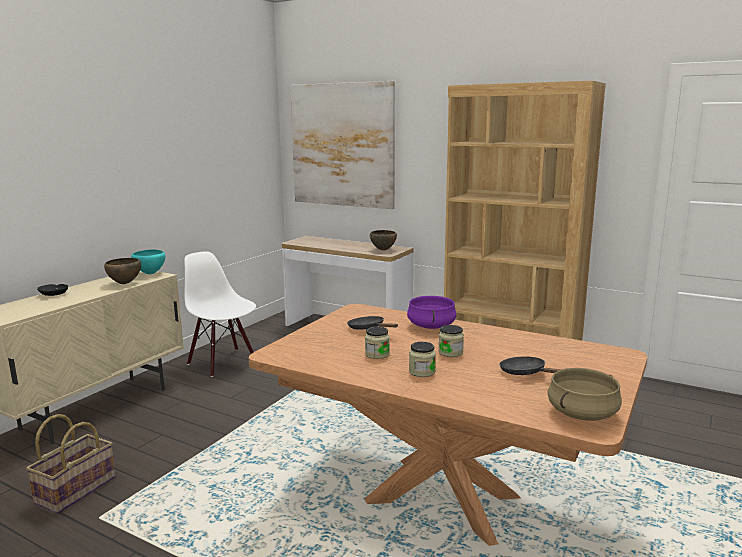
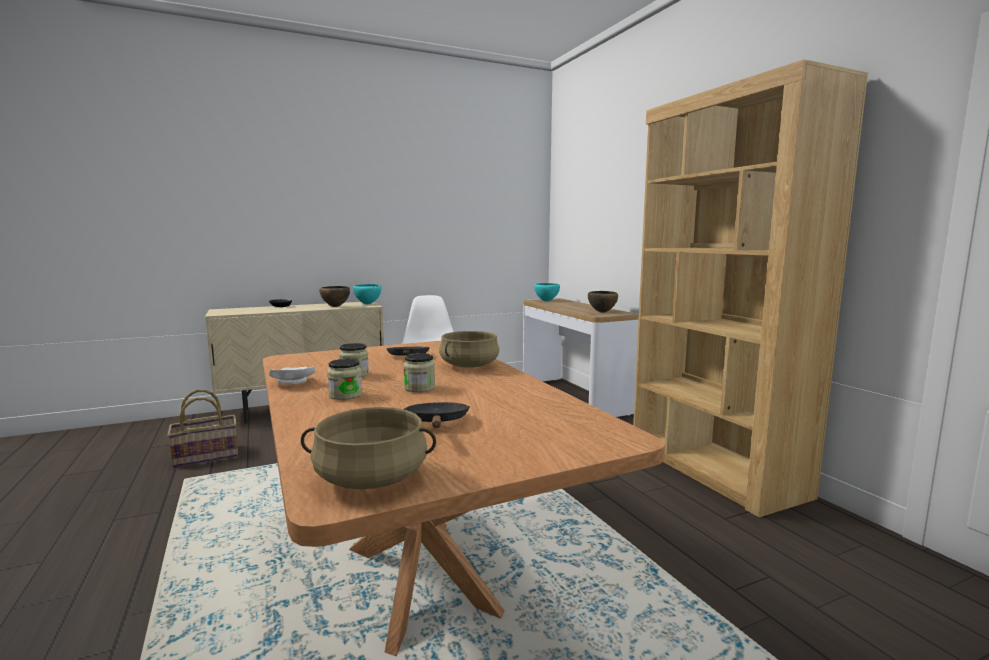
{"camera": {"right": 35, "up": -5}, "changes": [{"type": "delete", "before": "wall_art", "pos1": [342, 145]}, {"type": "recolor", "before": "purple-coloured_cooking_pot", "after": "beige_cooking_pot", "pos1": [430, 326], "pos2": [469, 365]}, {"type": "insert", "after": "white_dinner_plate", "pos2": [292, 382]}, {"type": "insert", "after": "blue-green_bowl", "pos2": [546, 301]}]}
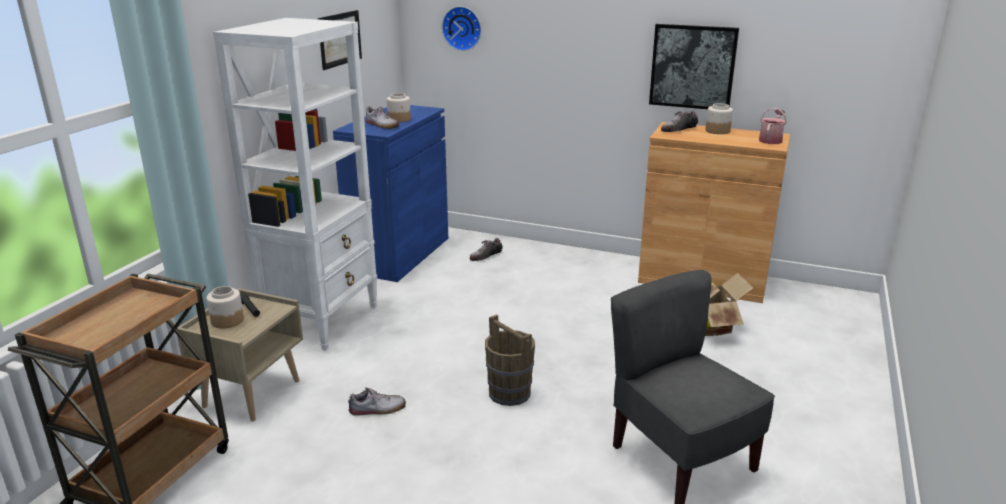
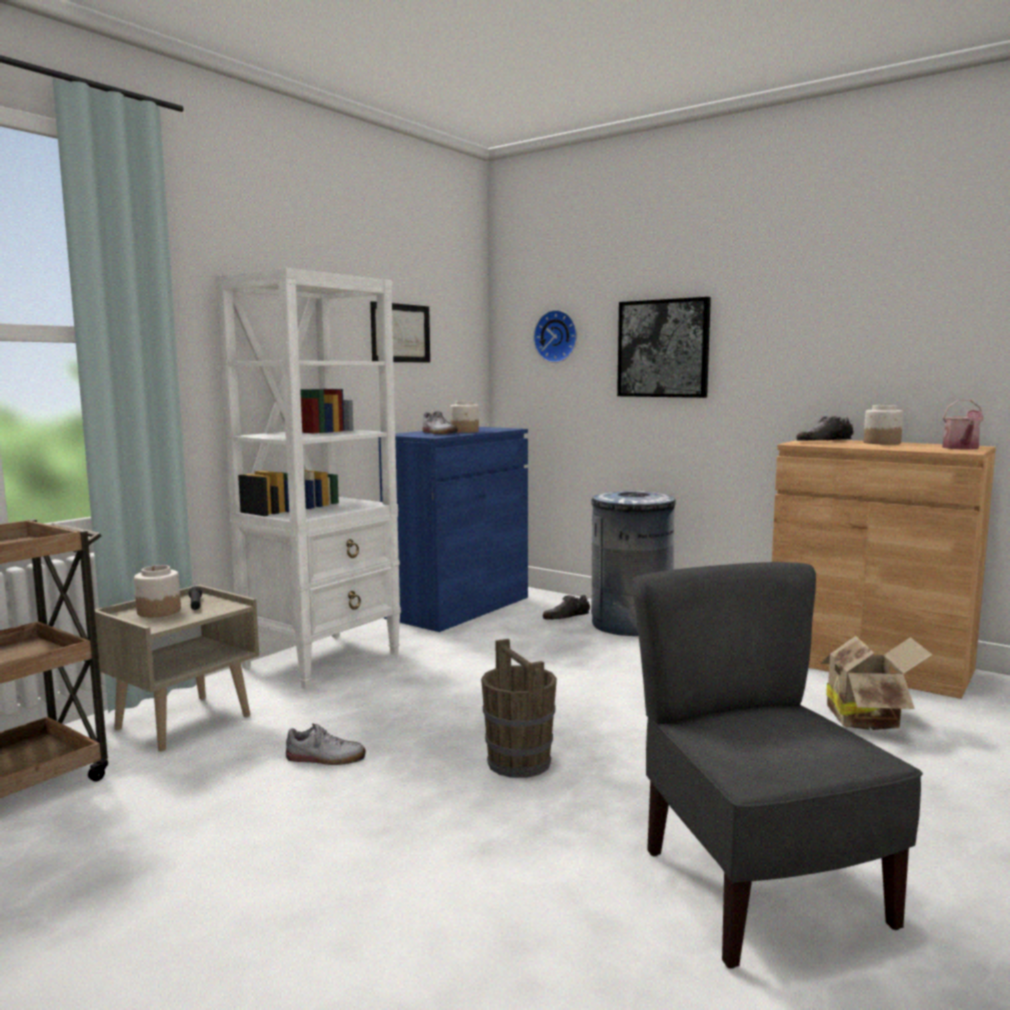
{"camera": {"right": 15, "up": -15}, "changes": [{"type": "move", "before": "wall_art", "pos1": [693, 66], "pos2": [663, 348]}, {"type": "rotate", "before": "sprinkling_can", "pos1": [771, 140], "pos2": [961, 448], "turn": 150}, {"type": "insert", "after": "grey_rubbish_bin", "pos2": [631, 624]}]}
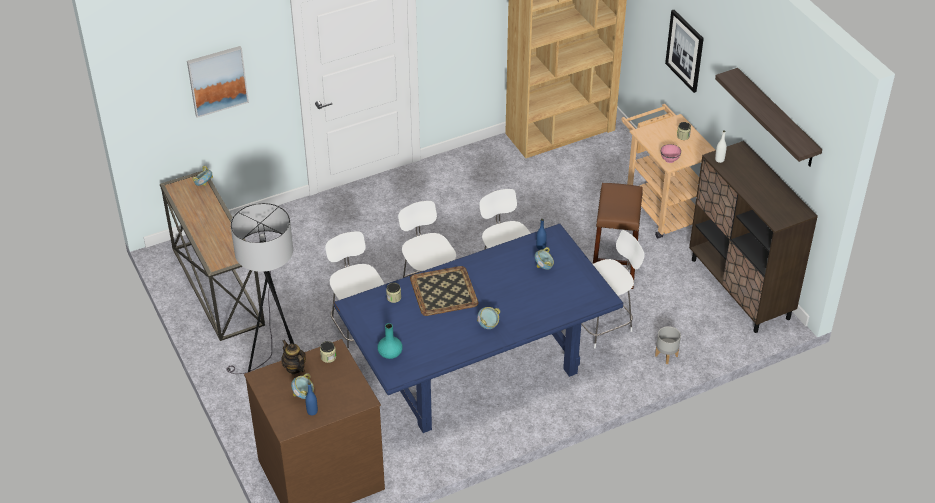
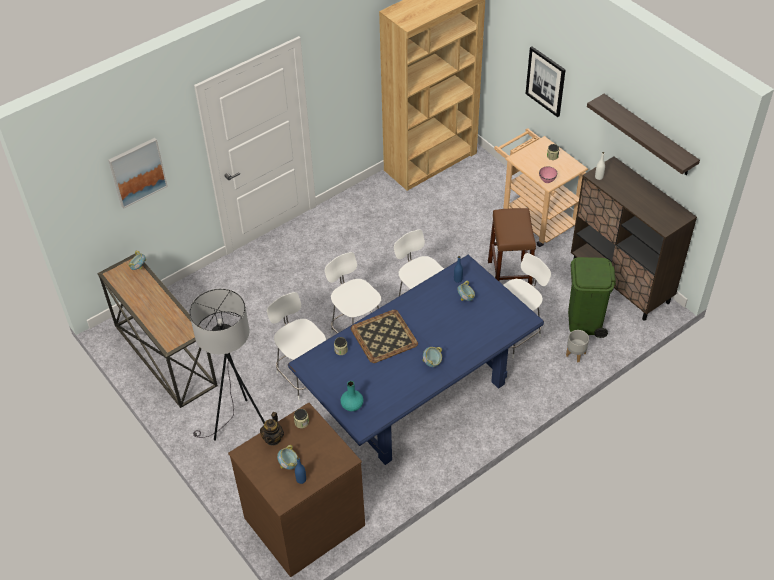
{"camera": {"right": -10, "up": 5}, "changes": [{"type": "rotate", "before": "teapot", "pos1": [294, 368], "pos2": [273, 438], "turn": -120}, {"type": "insert", "after": "green_rubbish_bin", "pos2": [585, 321]}]}
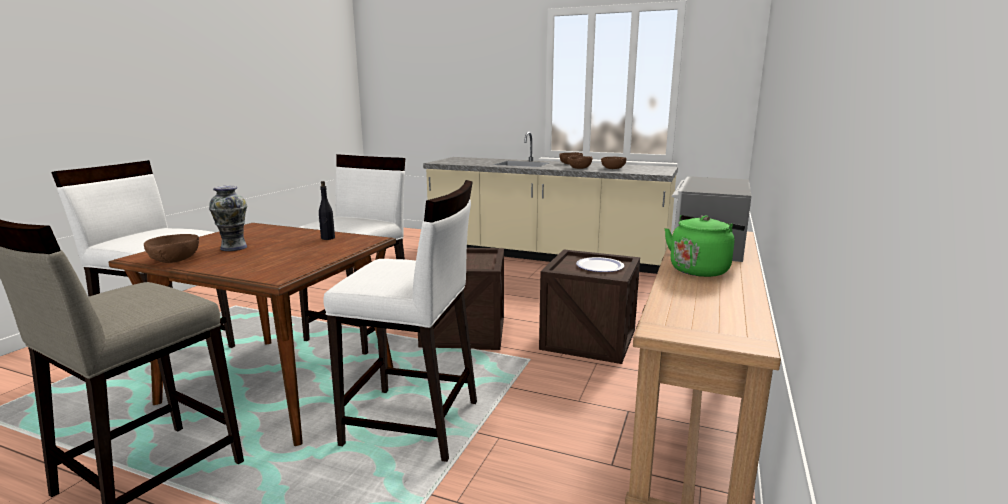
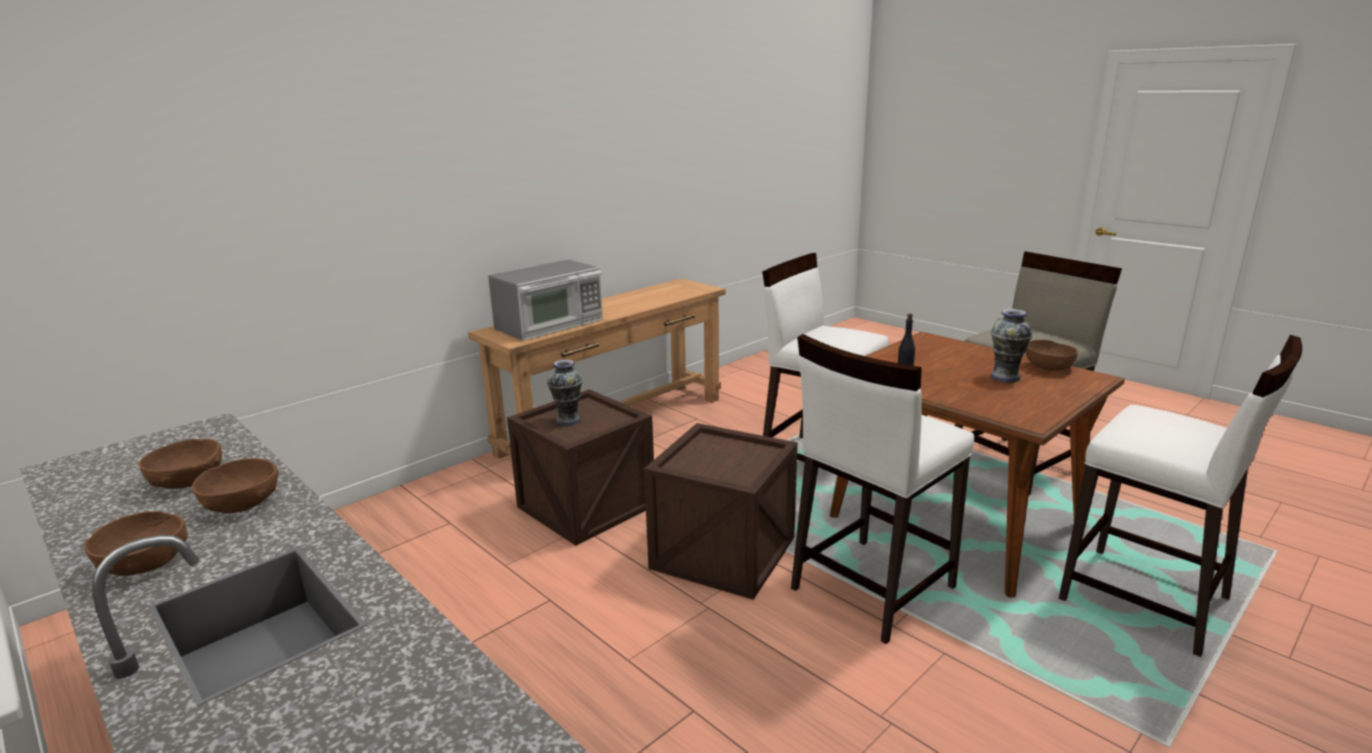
{"camera": {"right": -155, "up": 5}, "changes": [{"type": "replace", "before": "dinner_plate", "after": "decorative_vase", "pos1": [599, 266], "pos2": [568, 420]}, {"type": "delete", "before": "green_water_kettle", "pos1": [700, 269]}]}
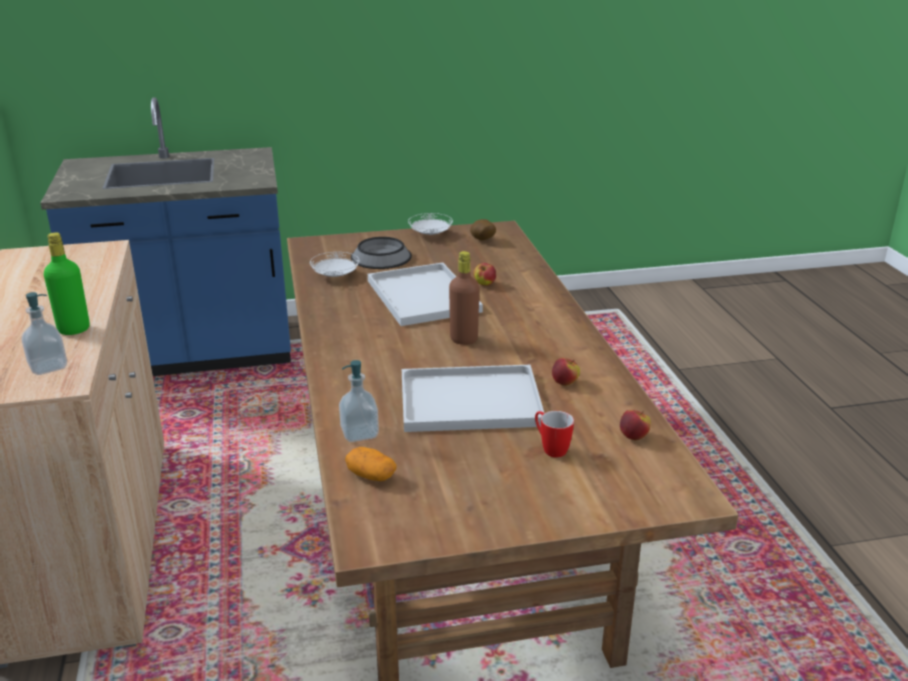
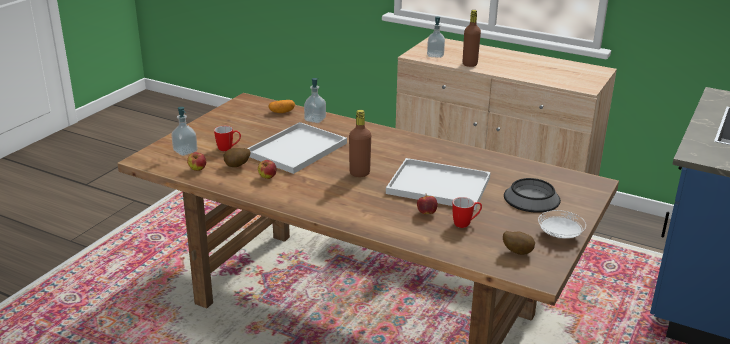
{"camera": {"right": 130, "up": 0}, "changes": [{"type": "recolor", "before": "green_drink_bottle", "after": "brownish_drink_bottle", "pos1": [74, 329], "pos2": [469, 64]}, {"type": "delete", "before": "white_dinner_plate", "pos1": [336, 276]}, {"type": "insert", "after": "soap_dispenser", "pos2": [185, 151]}, {"type": "insert", "after": "spud", "pos2": [237, 167]}, {"type": "insert", "after": "tea_mug", "pos2": [466, 224]}]}
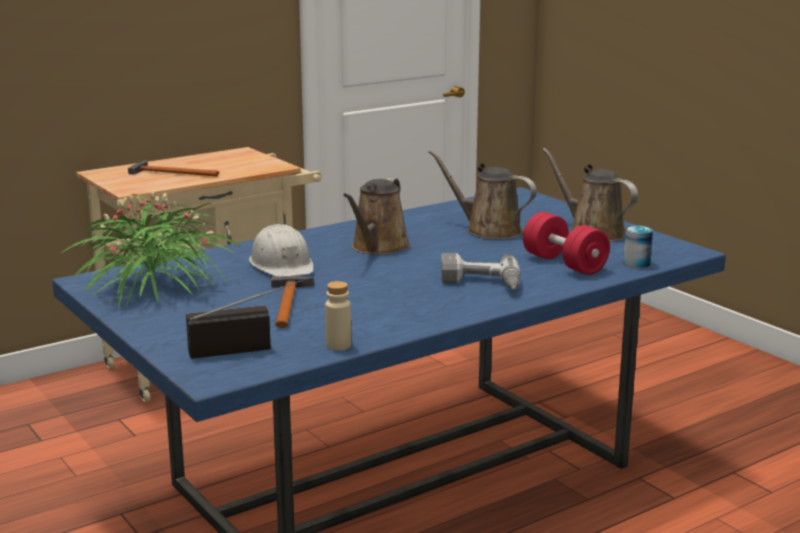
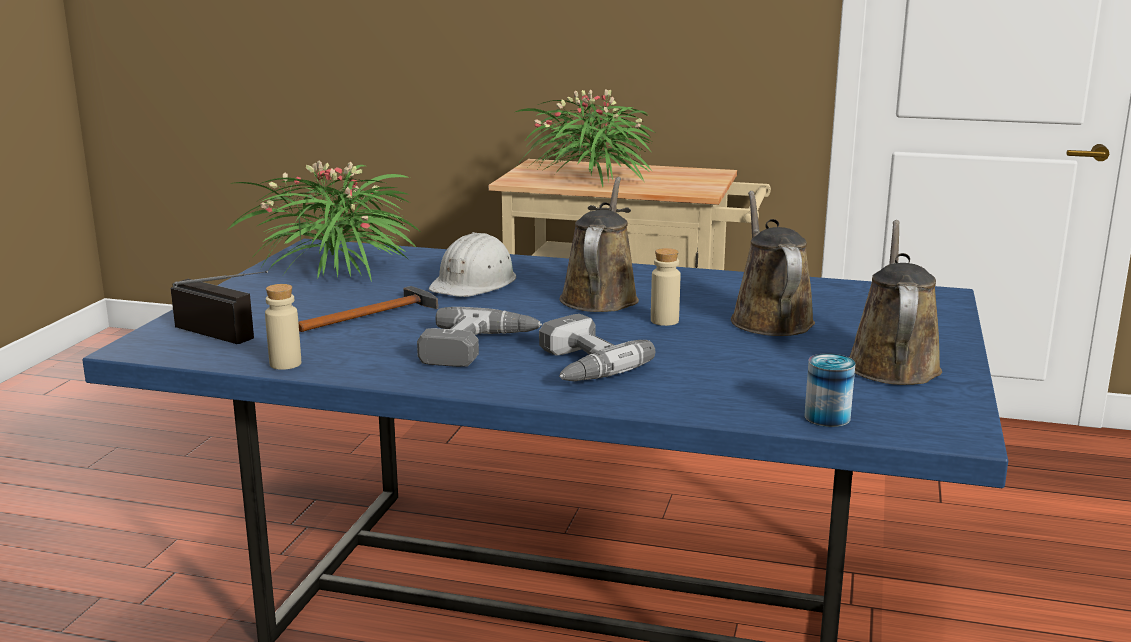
{"camera": {"right": 50, "up": 0}, "changes": [{"type": "replace", "before": "tool_hammer", "after": "potted_plant", "pos1": [171, 173], "pos2": [592, 176]}, {"type": "rotate", "before": "brownish_sprinkling_can", "pos1": [378, 247], "pos2": [600, 297], "turn": 120}, {"type": "delete", "before": "red_hand_weight", "pos1": [564, 263]}, {"type": "insert", "after": "drill", "pos2": [478, 348]}, {"type": "insert", "after": "beige_drink_bottle", "pos2": [664, 321]}]}
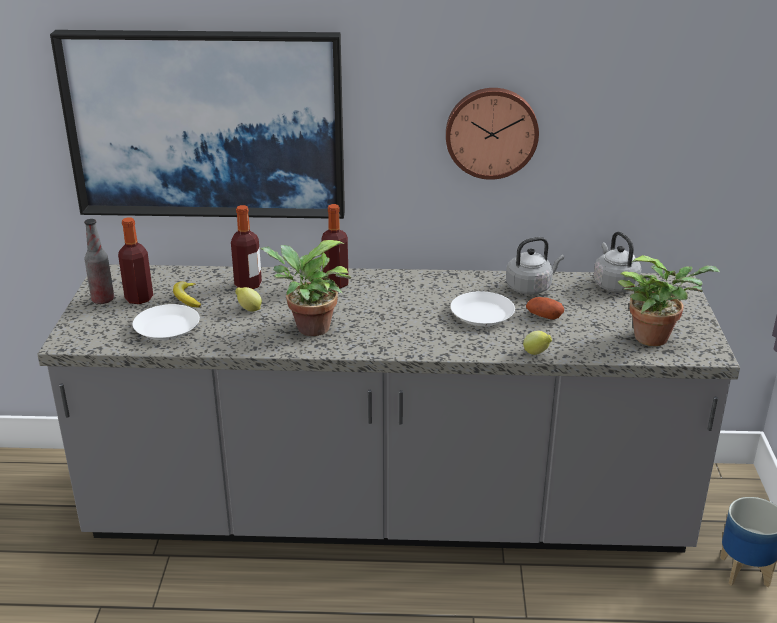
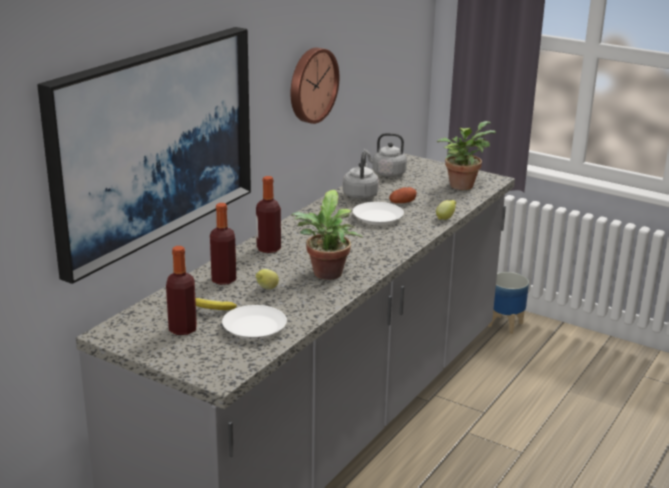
{"camera": {"right": -60, "up": -5}, "changes": [{"type": "delete", "before": "drink_bottle", "pos1": [103, 300]}]}
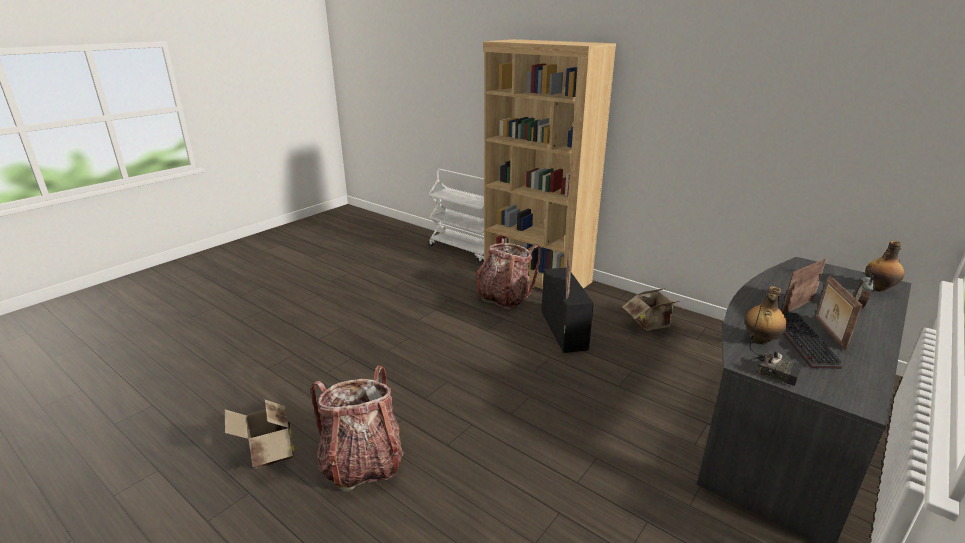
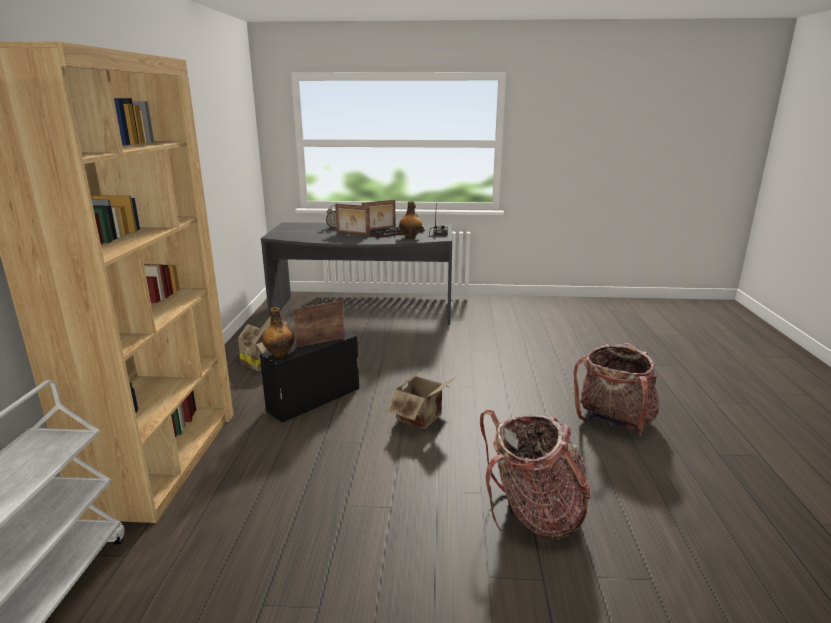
{"camera": {"right": -125, "up": -5}, "changes": [{"type": "move", "before": "packing_box", "pos1": [269, 454], "pos2": [423, 418]}, {"type": "move", "before": "rucksack", "pos1": [504, 297], "pos2": [533, 514]}, {"type": "move", "before": "drink_bottle", "pos1": [879, 288], "pos2": [280, 355]}]}
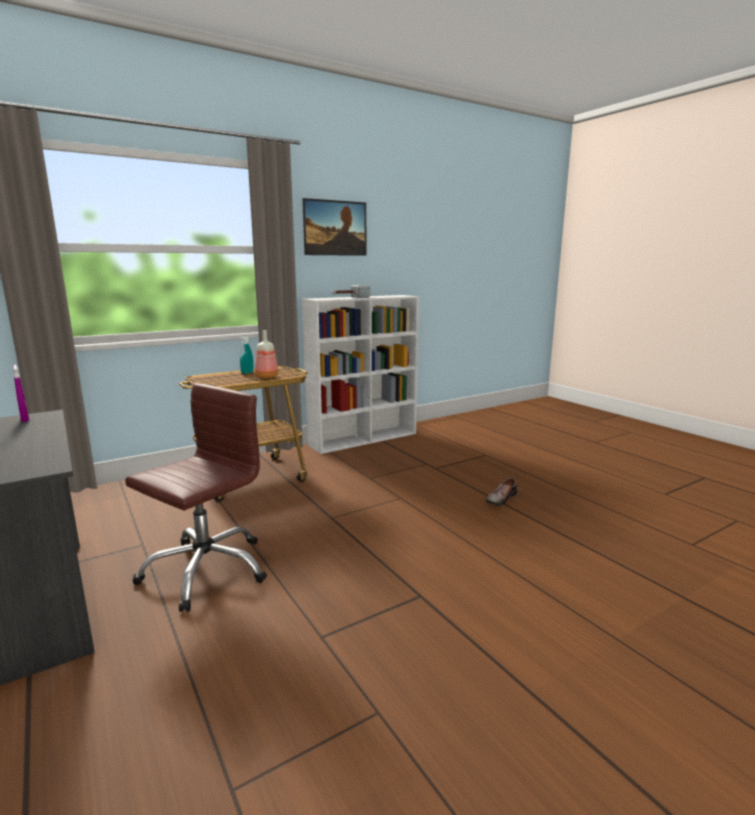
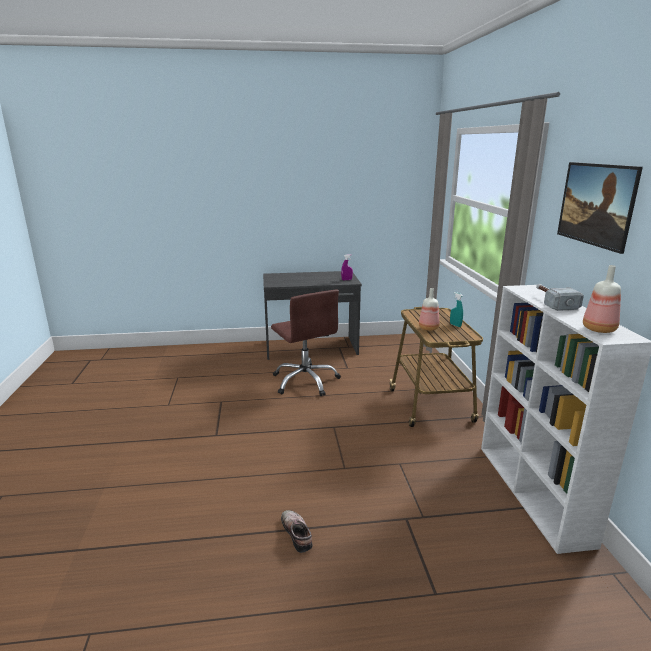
{"camera": {"right": 115, "up": 5}, "changes": [{"type": "insert", "after": "drink_bottle", "pos2": [600, 329]}]}
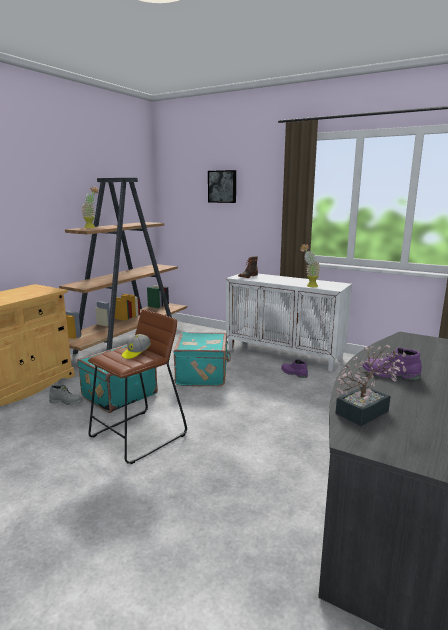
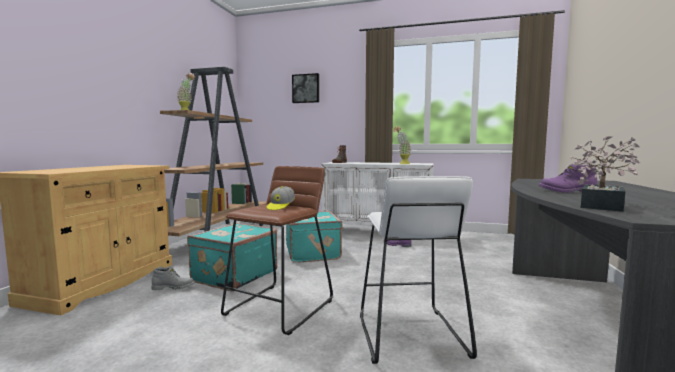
{"camera": {"right": -15, "up": -10}, "changes": [{"type": "insert", "after": "white_sitting_stool", "pos2": [409, 334]}]}
